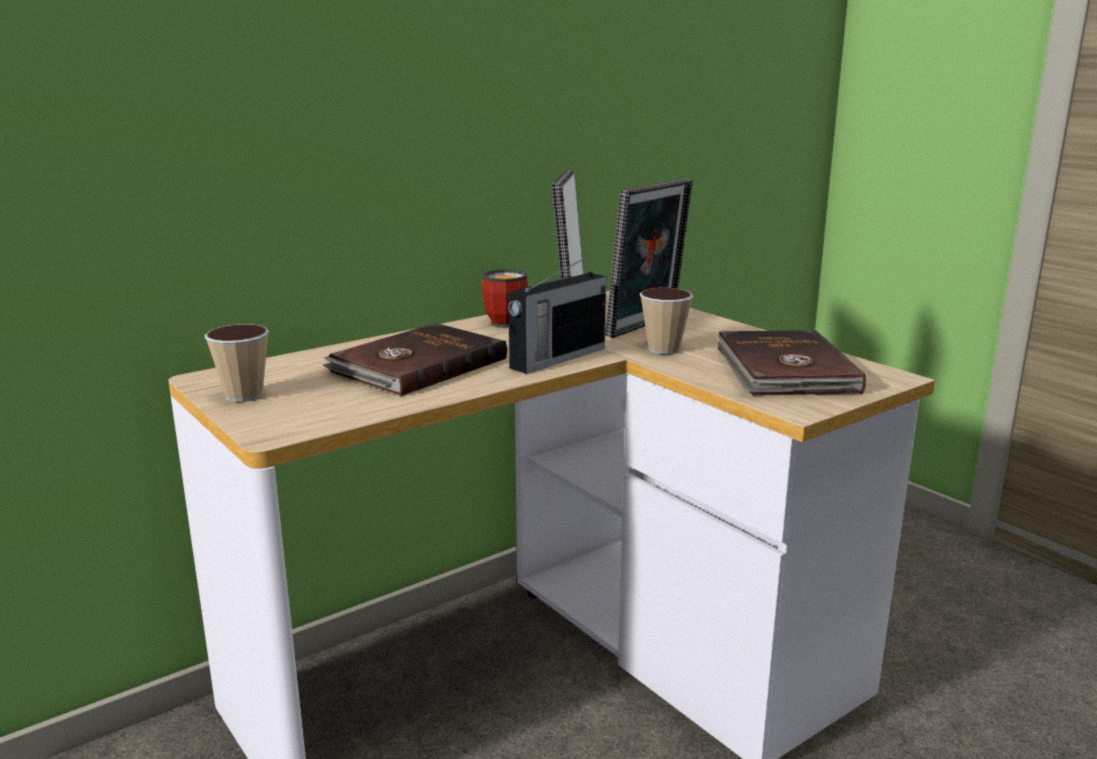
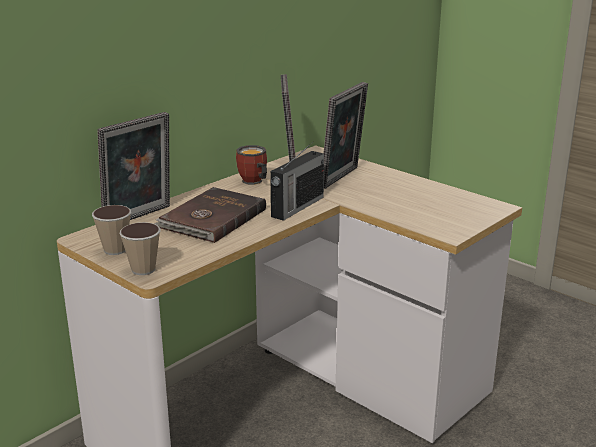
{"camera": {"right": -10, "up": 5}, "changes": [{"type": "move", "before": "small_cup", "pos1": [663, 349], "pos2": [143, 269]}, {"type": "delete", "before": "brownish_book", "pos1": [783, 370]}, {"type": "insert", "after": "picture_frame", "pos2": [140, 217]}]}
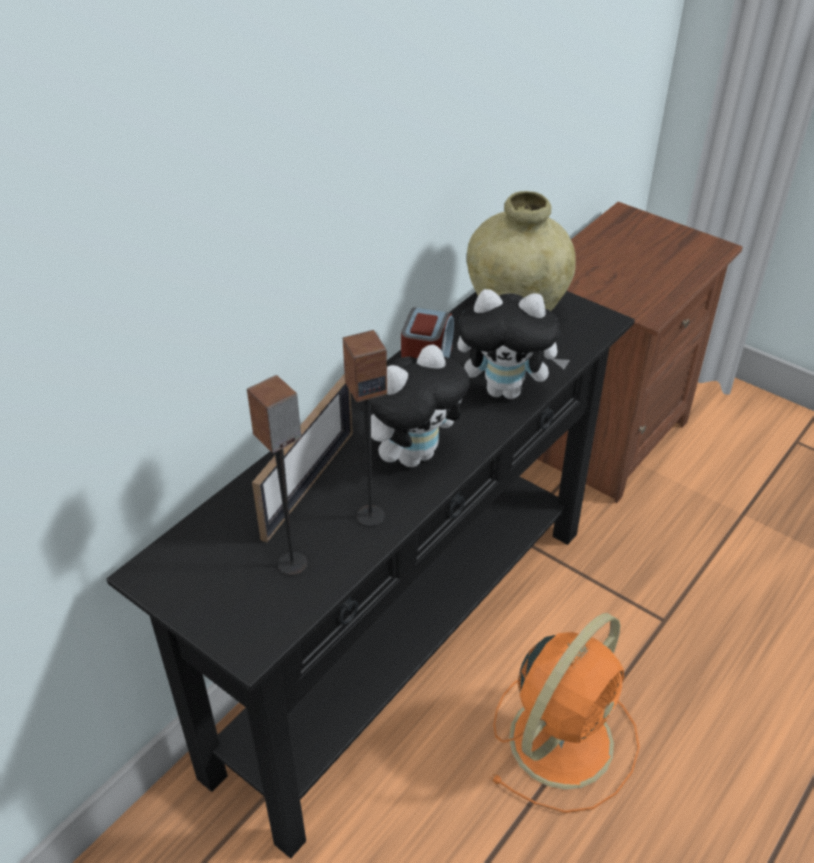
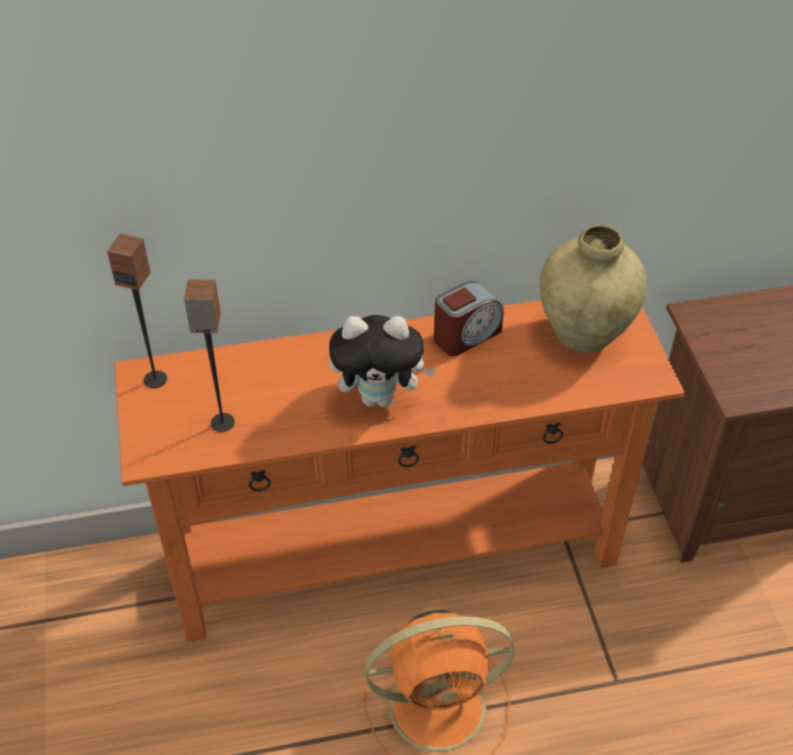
{"camera": {"right": 40, "up": 5}, "changes": [{"type": "recolor", "before": "black_hall_table", "after": "orange_hall_table", "pos1": [405, 642], "pos2": [396, 555]}, {"type": "delete", "before": "picture_frame", "pos1": [309, 483]}, {"type": "move", "before": "speaker", "pos1": [370, 515], "pos2": [156, 379]}, {"type": "delete", "before": "cuddly_toy", "pos1": [506, 390]}]}
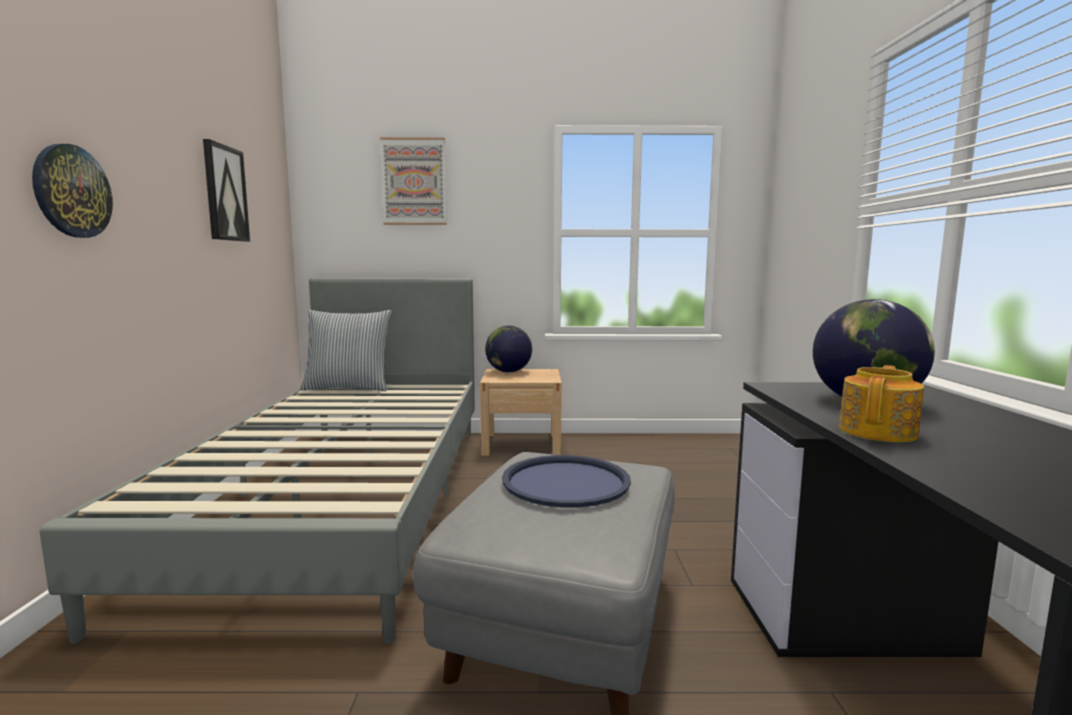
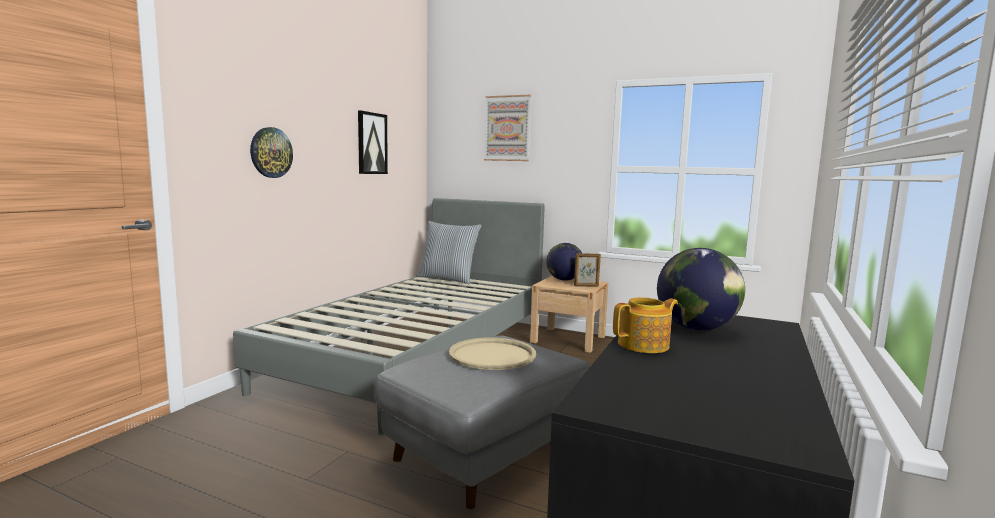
{"camera": {"right": 25, "up": 0}, "changes": [{"type": "recolor", "before": "bluish_serving_tray", "after": "beige_serving_tray", "pos1": [565, 482], "pos2": [492, 355]}, {"type": "insert", "after": "picture_frame", "pos2": [586, 286]}]}
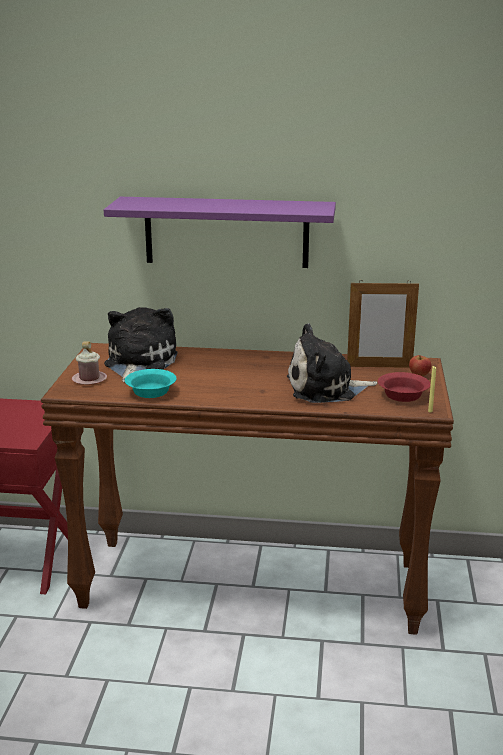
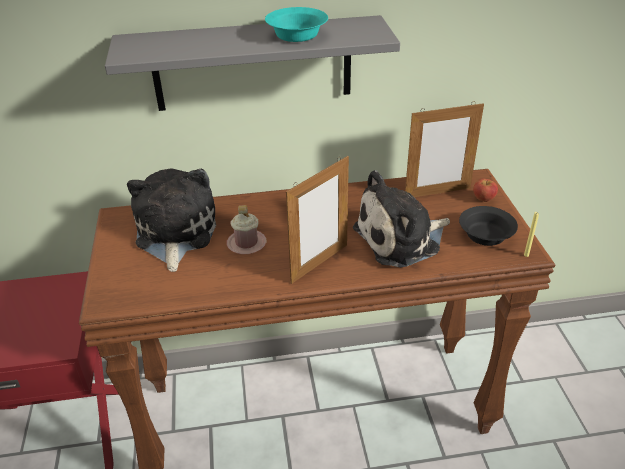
{"camera": {"right": -15, "up": 15}, "changes": [{"type": "move", "before": "pinkish_tea_mug", "pos1": [89, 379], "pos2": [246, 243]}, {"type": "recolor", "before": "purple-coloured_shelf", "after": "grey_shelf", "pos1": [226, 232], "pos2": [253, 64]}, {"type": "move", "before": "blue-green_bowl", "pos1": [150, 393], "pos2": [297, 36]}, {"type": "recolor", "before": "red_bowl", "after": "black_bowl", "pos1": [402, 396], "pos2": [486, 236]}, {"type": "insert", "after": "picture_frame", "pos2": [319, 263]}]}
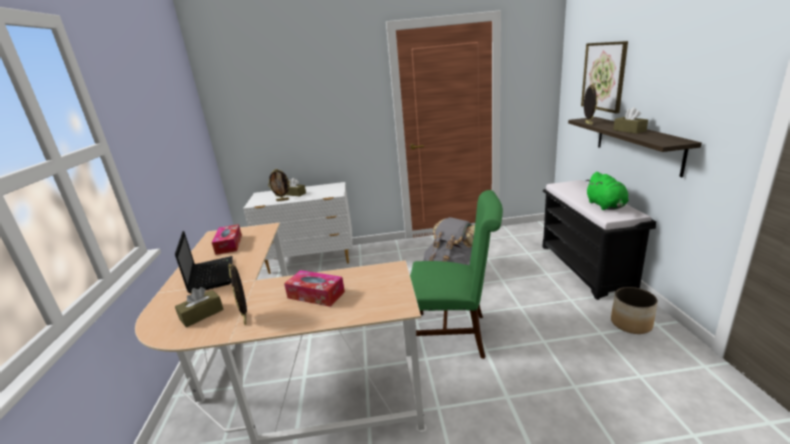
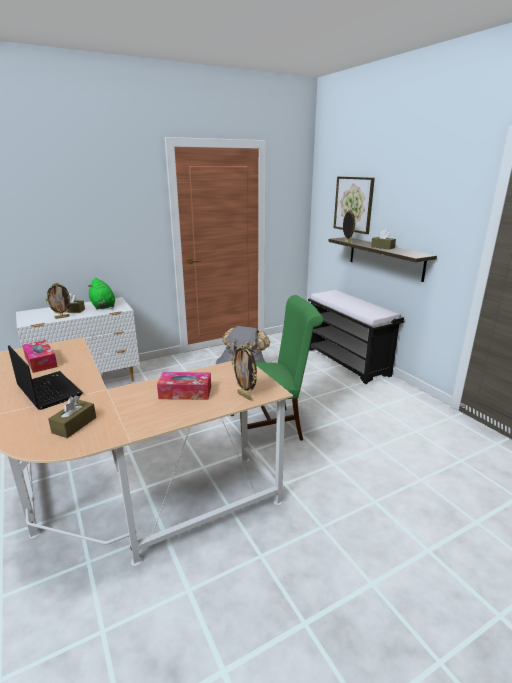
{"camera": {"right": -25, "up": 0}, "changes": [{"type": "move", "before": "picture_frame", "pos1": [246, 318], "pos2": [245, 396]}, {"type": "move", "before": "green_cuddly_toy", "pos1": [606, 206], "pos2": [103, 306]}, {"type": "delete", "before": "flower_pot", "pos1": [631, 323]}]}
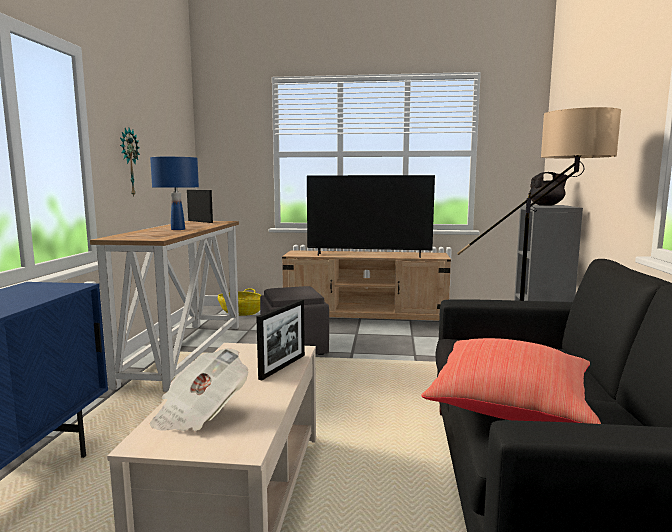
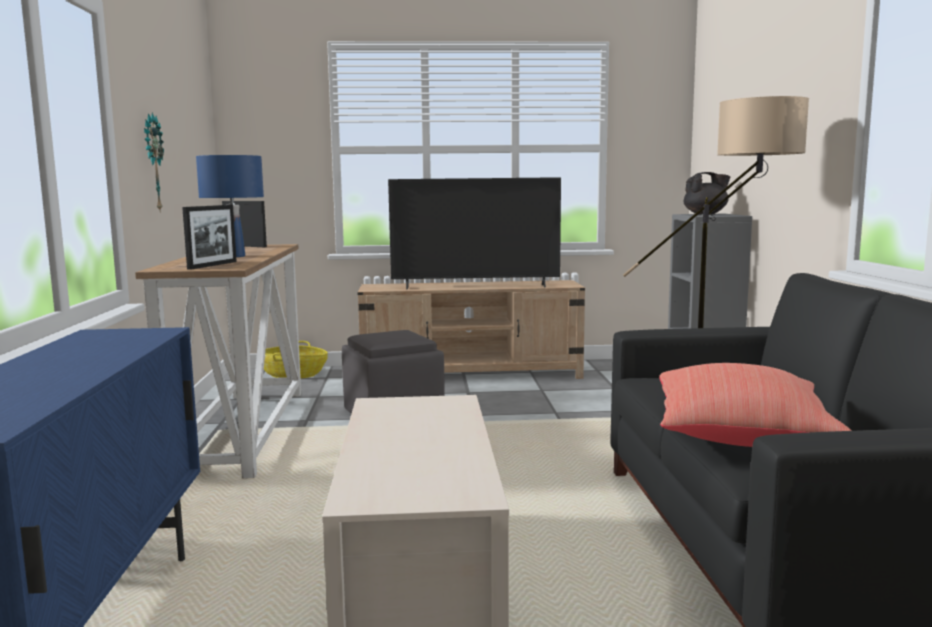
{"camera": {"right": -10, "up": 0}, "changes": [{"type": "delete", "before": "printed_paper", "pos1": [200, 413]}, {"type": "move", "before": "picture_frame", "pos1": [282, 366], "pos2": [212, 265]}]}
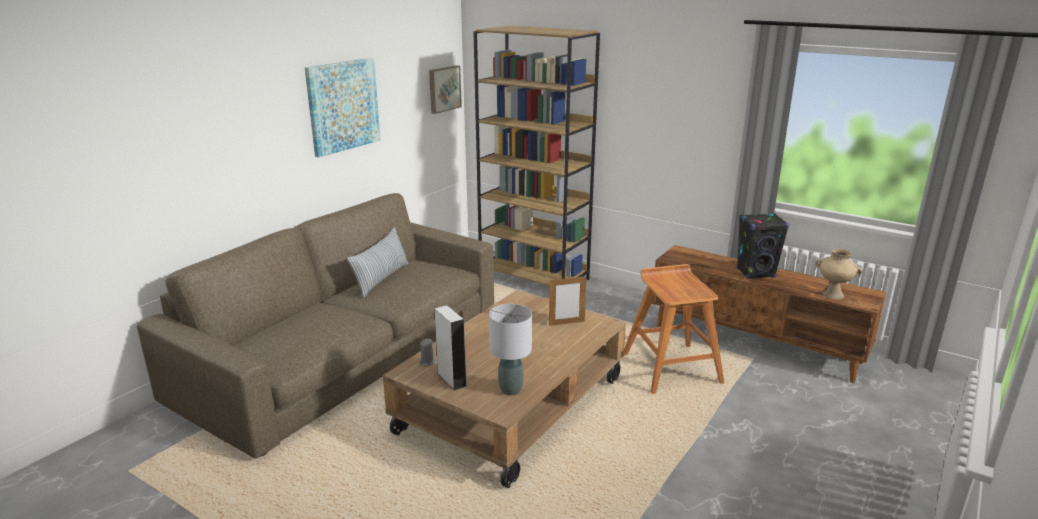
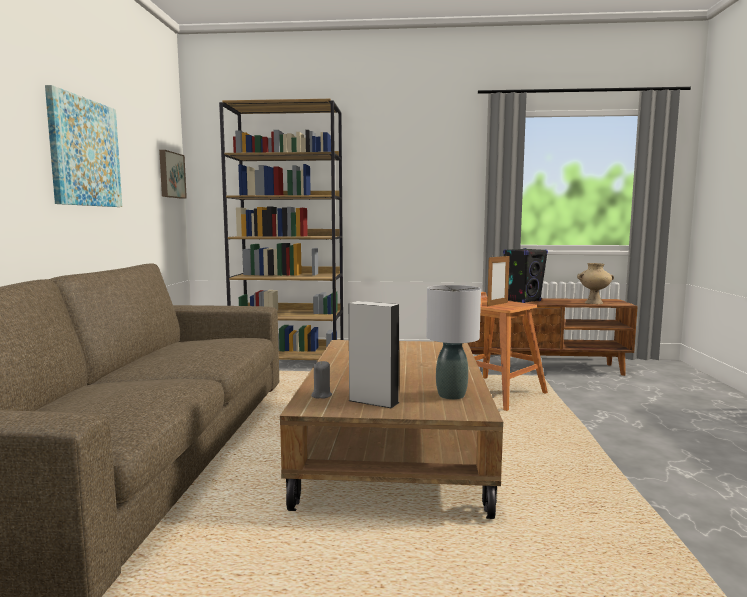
{"camera": {"right": -30, "up": -15}, "changes": [{"type": "delete", "before": "throw_pillow", "pos1": [381, 278]}, {"type": "move", "before": "picture_frame", "pos1": [566, 323], "pos2": [497, 304]}]}
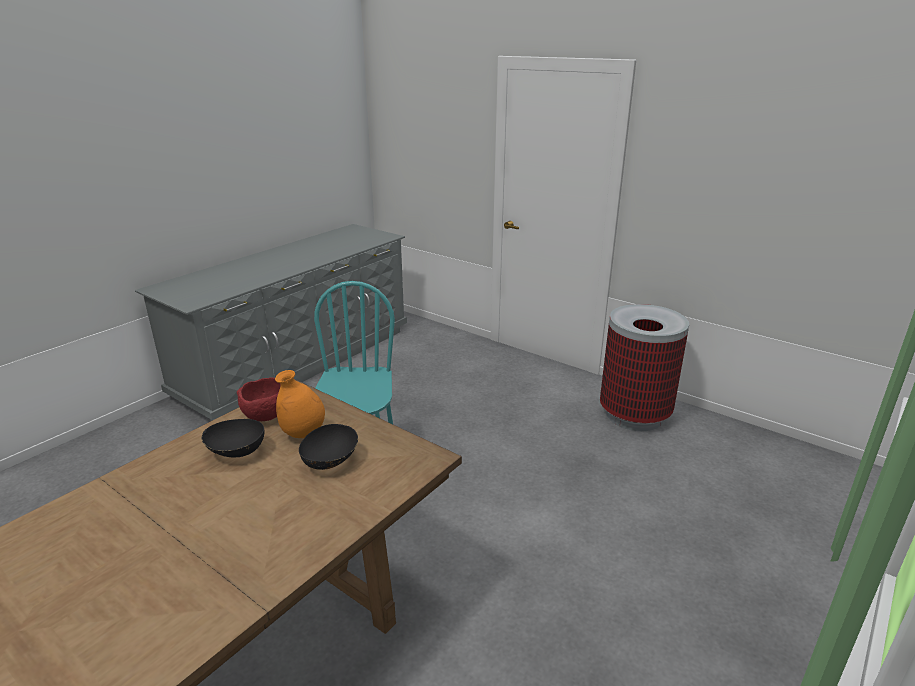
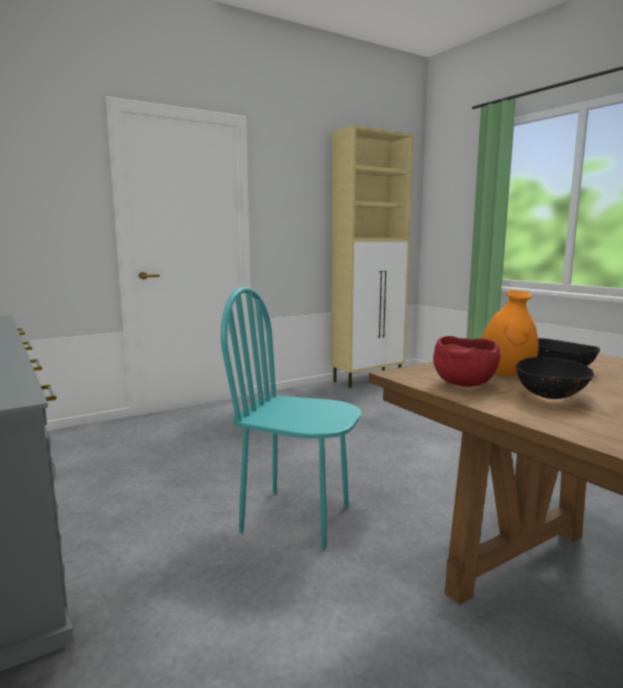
{"camera": {"right": -70, "up": -15}, "changes": [{"type": "delete", "before": "rubbish_bin", "pos1": [634, 415]}, {"type": "insert", "after": "beige_storage_cabinet", "pos2": [368, 379]}]}
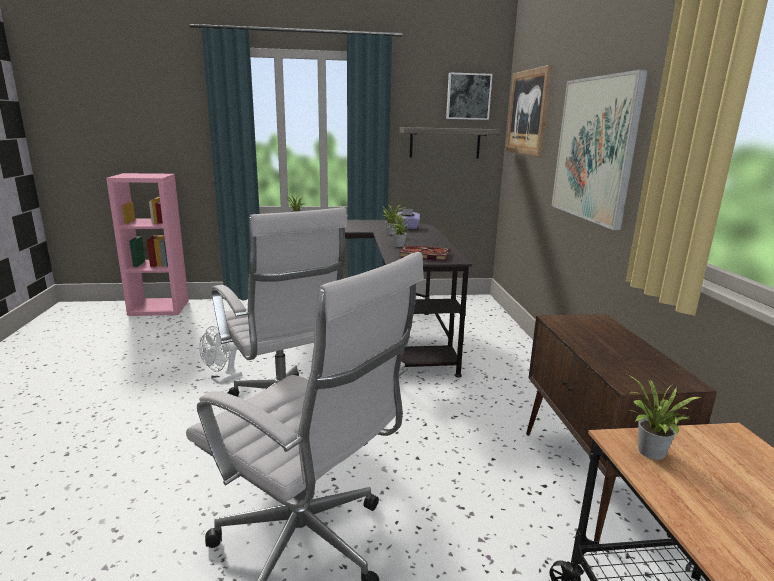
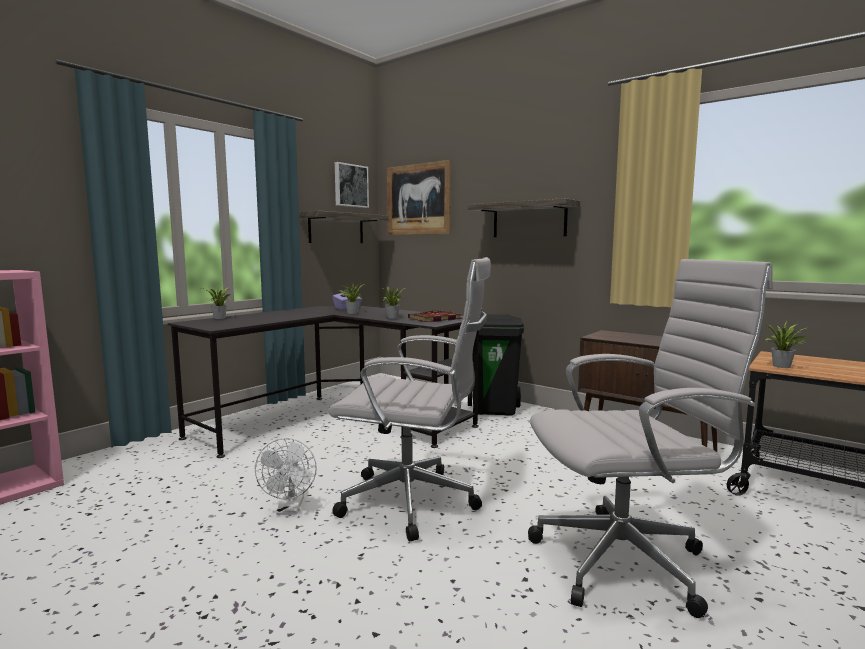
{"camera": {"right": -45, "up": -10}, "changes": [{"type": "replace", "before": "wall_art", "after": "shelf", "pos1": [594, 149], "pos2": [529, 220]}, {"type": "insert", "after": "black_rubbish_bin", "pos2": [494, 410]}]}
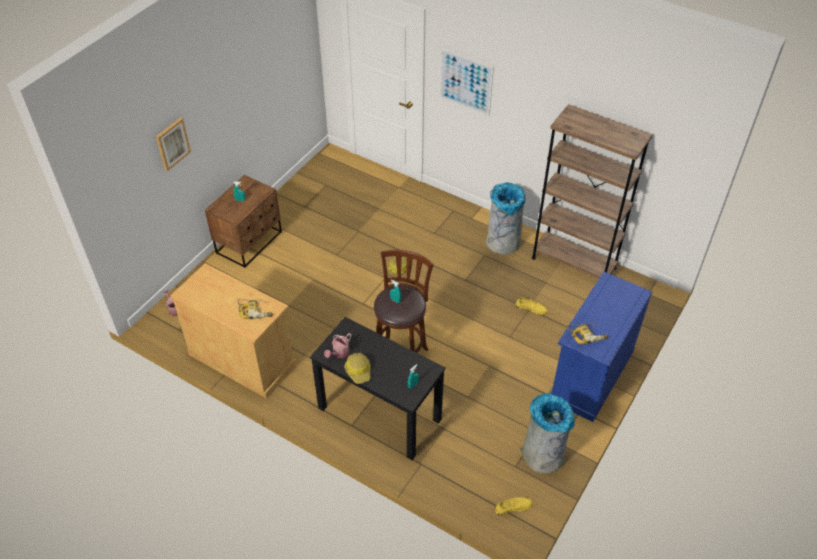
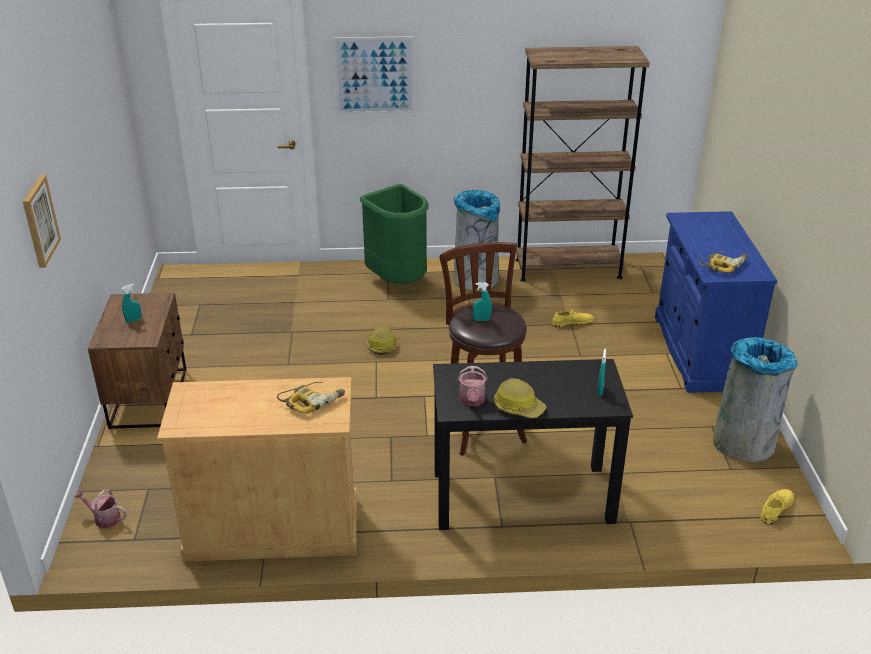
{"camera": {"right": -35, "up": -15}, "changes": [{"type": "insert", "after": "green_rubbish_bin", "pos2": [398, 281]}]}
